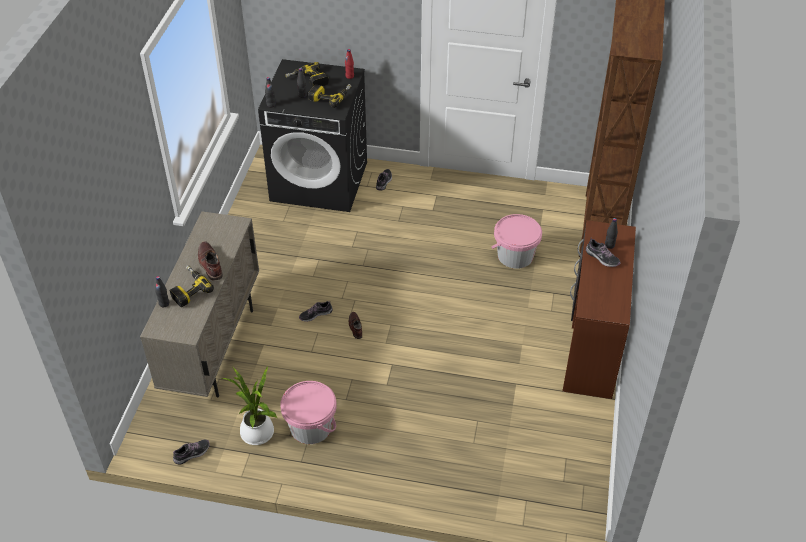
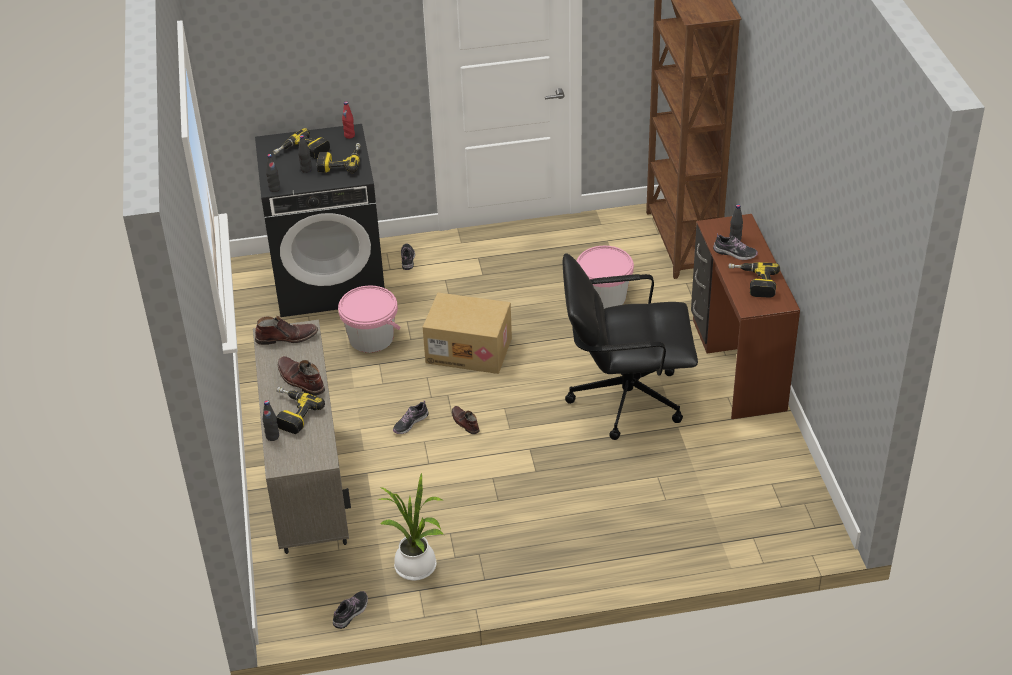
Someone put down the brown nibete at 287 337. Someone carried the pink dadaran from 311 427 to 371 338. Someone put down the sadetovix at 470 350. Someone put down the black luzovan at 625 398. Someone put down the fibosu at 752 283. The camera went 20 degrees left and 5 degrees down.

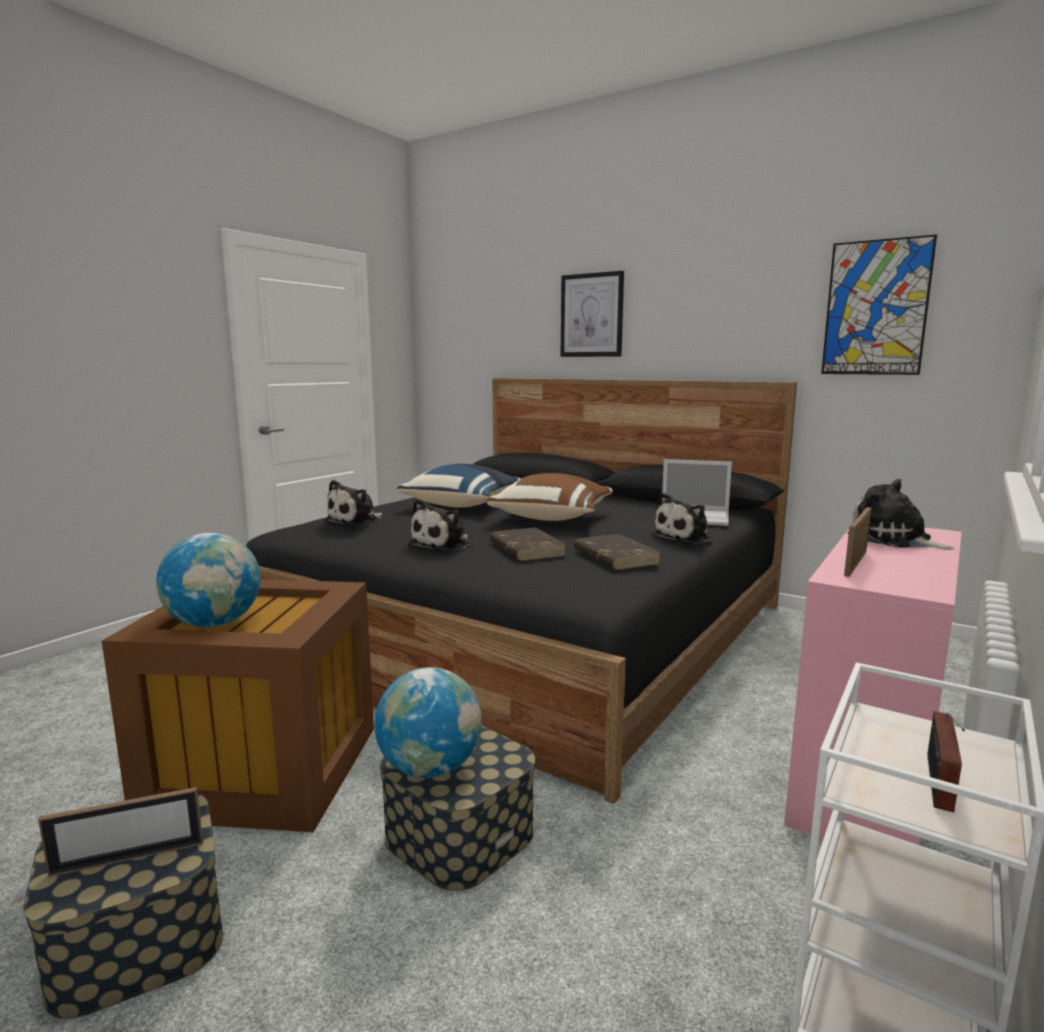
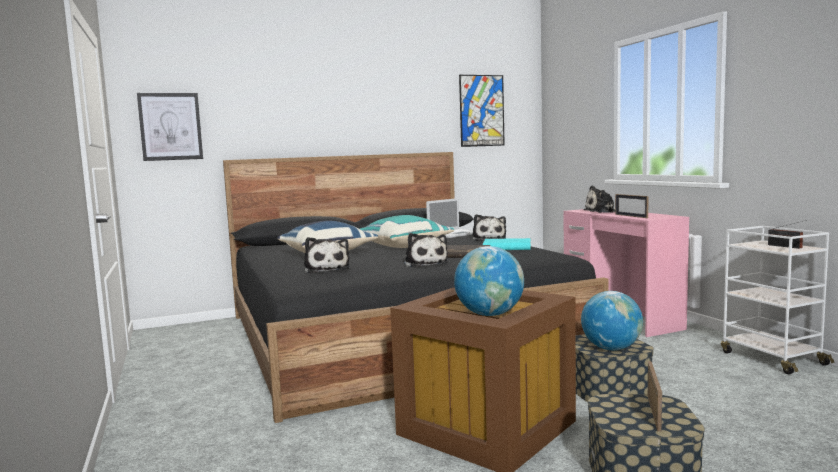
Someone carried the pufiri from 591 315 to 170 126. Someone repainted the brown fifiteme at 553 518, which became the turquoise fifiteme at 404 246. Someone repainted the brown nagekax at 615 556, which became the turquoise nagekax at 506 248. The camera went 55 degrees left and 5 degrees down.

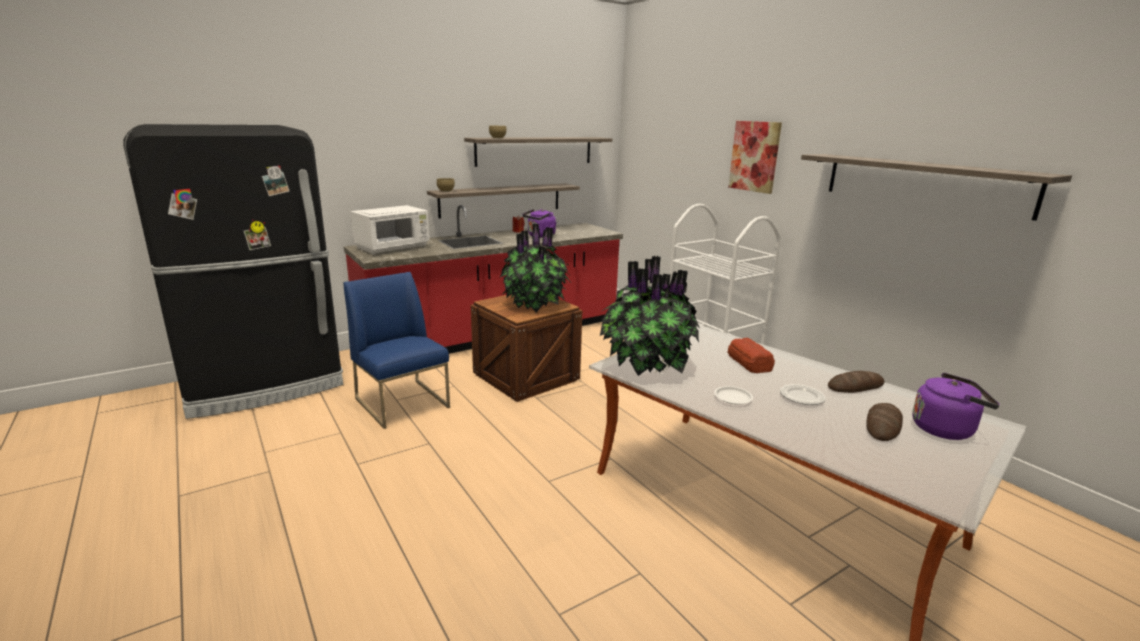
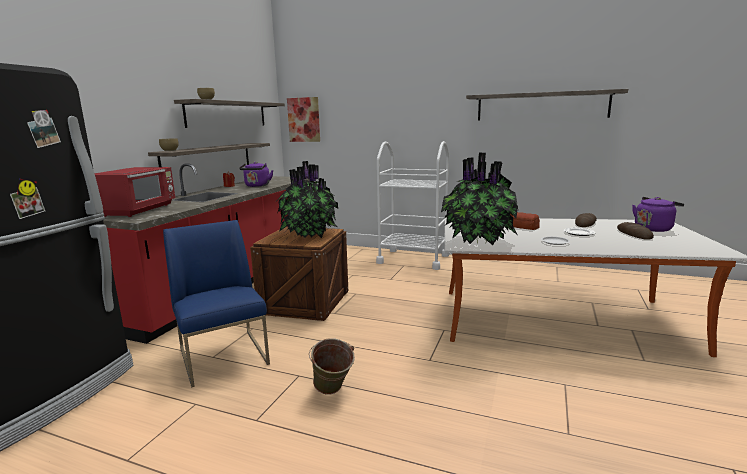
Someone repainted the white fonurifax at 393 248, which became the red fonurifax at 139 210. Someone rotated the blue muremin at 403 403 by 45 degrees clockwise. Someone carried the pufiri from 754 156 to 304 119. Someone put down the green dadaran at 332 392. The camera went 35 degrees left and 5 degrees down.

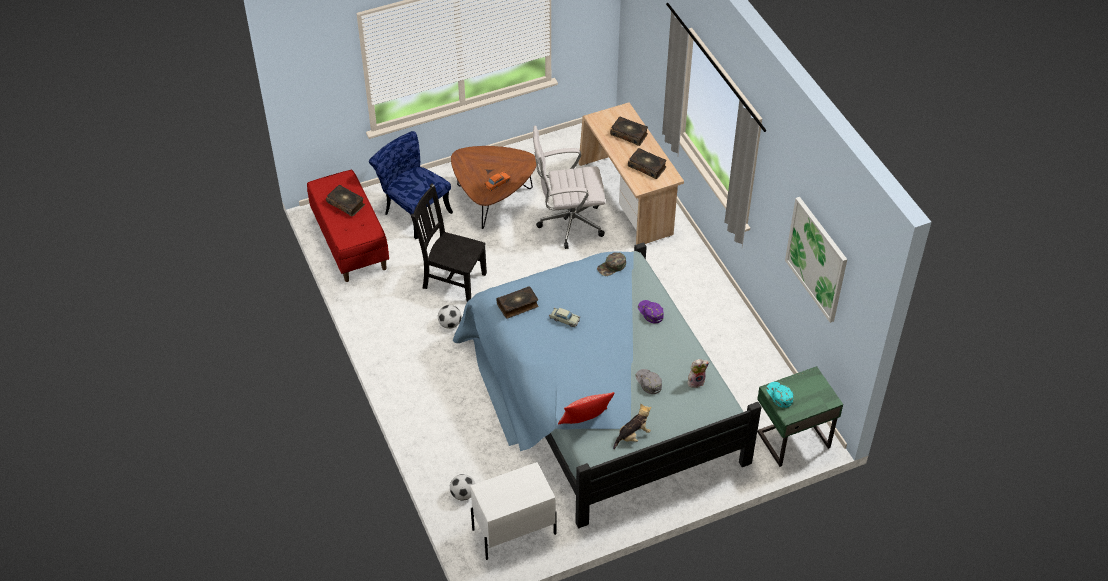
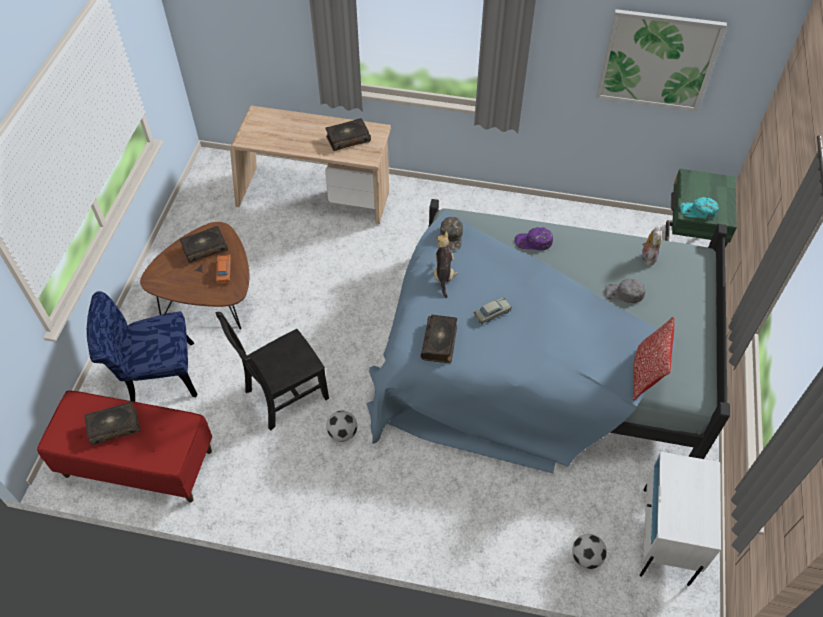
Someone carried the nagekax from 629 134 to 204 248. Someone carried the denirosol from 633 436 to 443 275. Someone took away the white luzovan at 568 224. The camera went 55 degrees left and 5 degrees up.

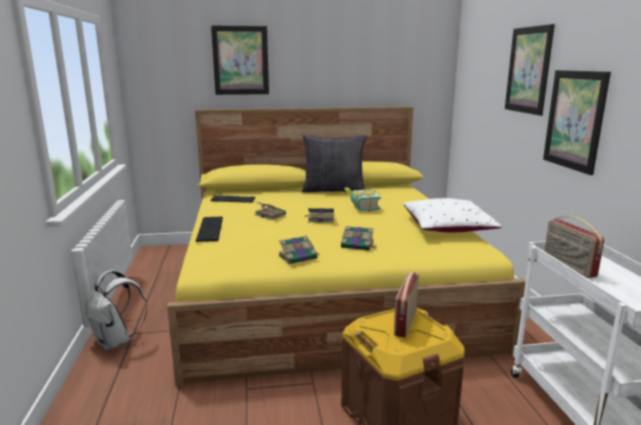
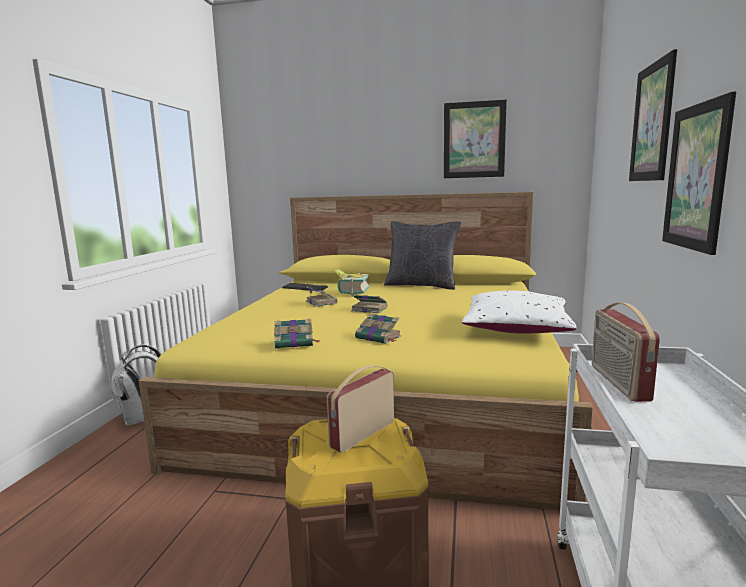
Someone carried the nagekax from 361 208 to 350 292. Someone carried the pufiri from 240 60 to 474 140. Someone took away the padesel at 211 228. The camera went 20 degrees right and 5 degrees down.

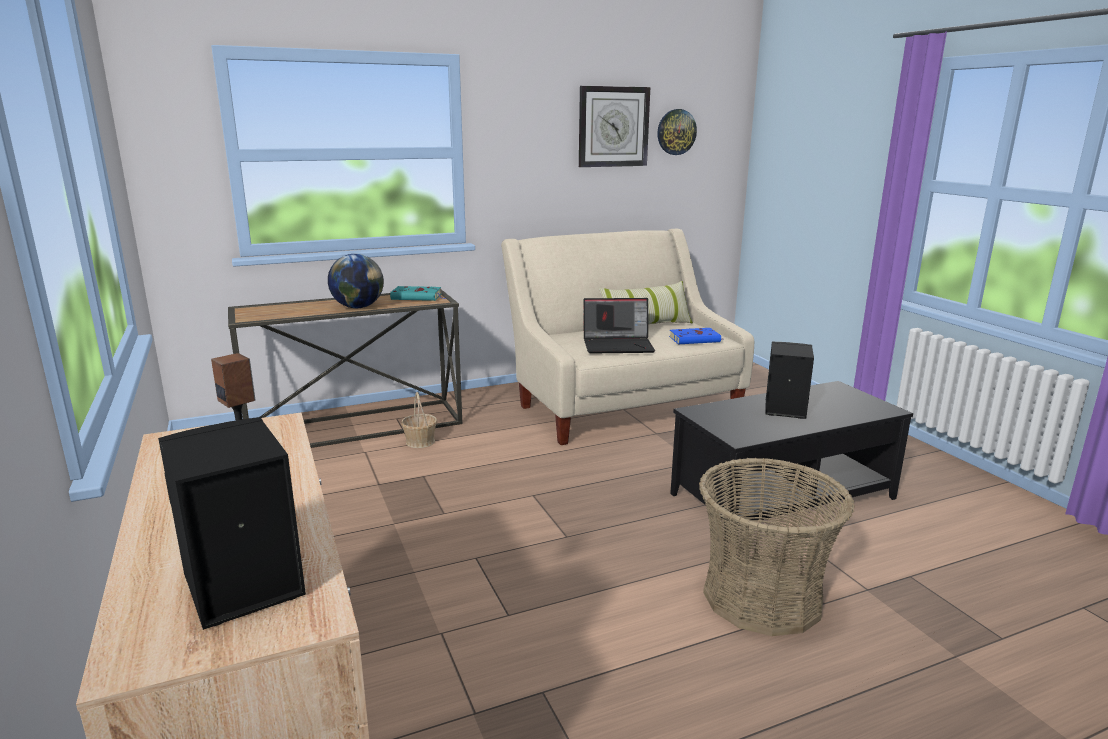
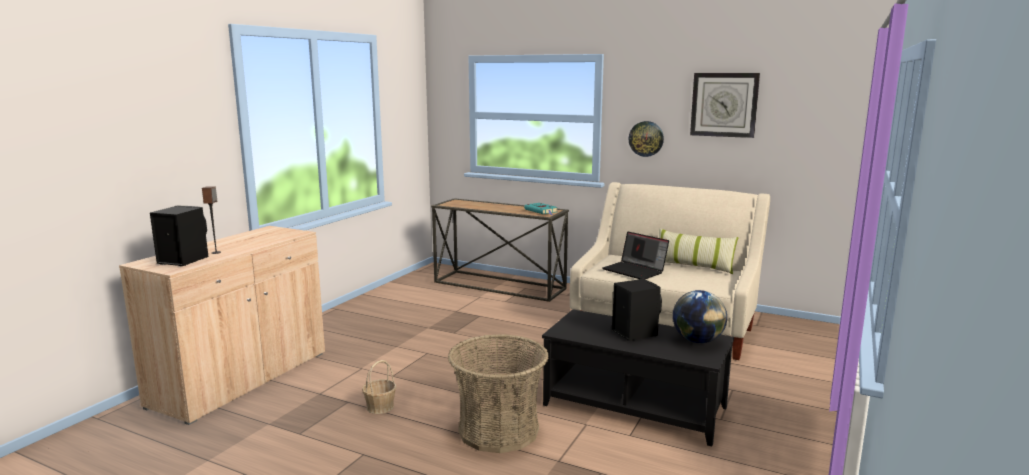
Someone carried the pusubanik from 420 442 to 380 407. Someone carried the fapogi from 676 132 to 646 138. Someone carried the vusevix from 358 307 to 697 341. Someone took away the blue nagekax at 696 339. The camera went 50 degrees right and 5 degrees down.

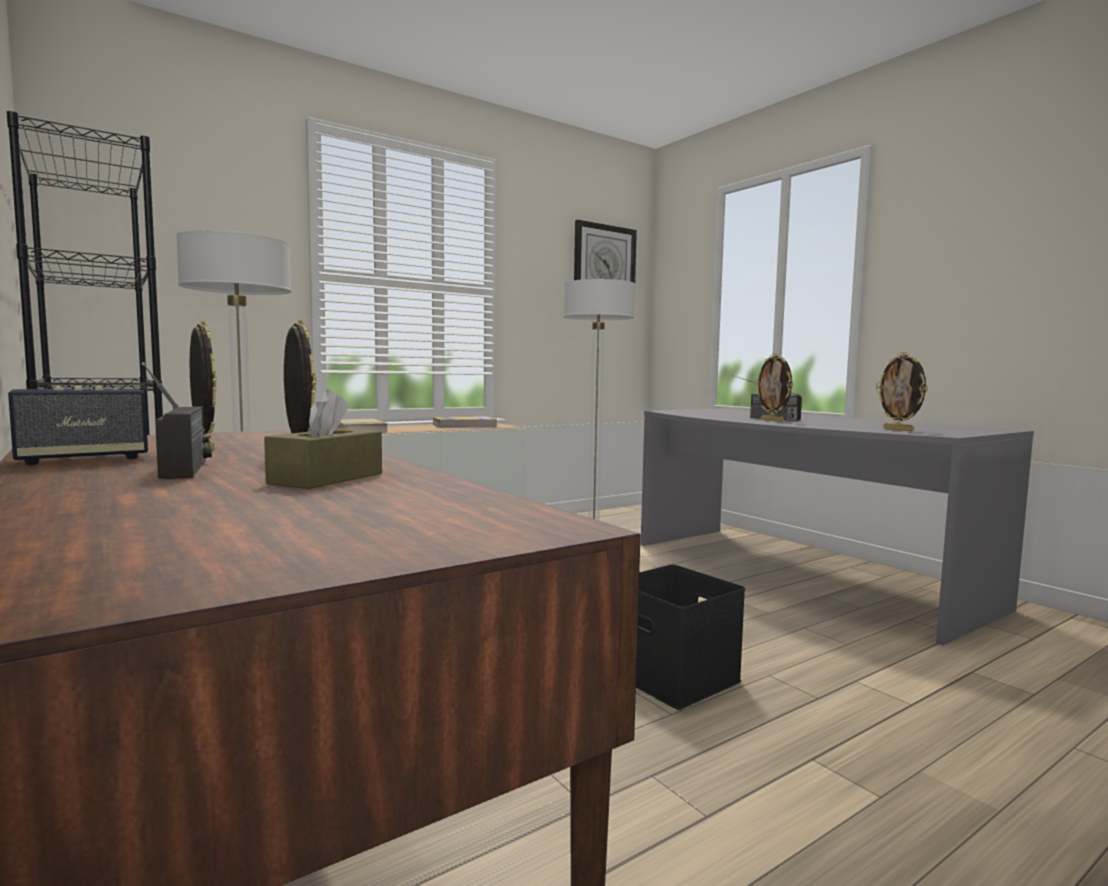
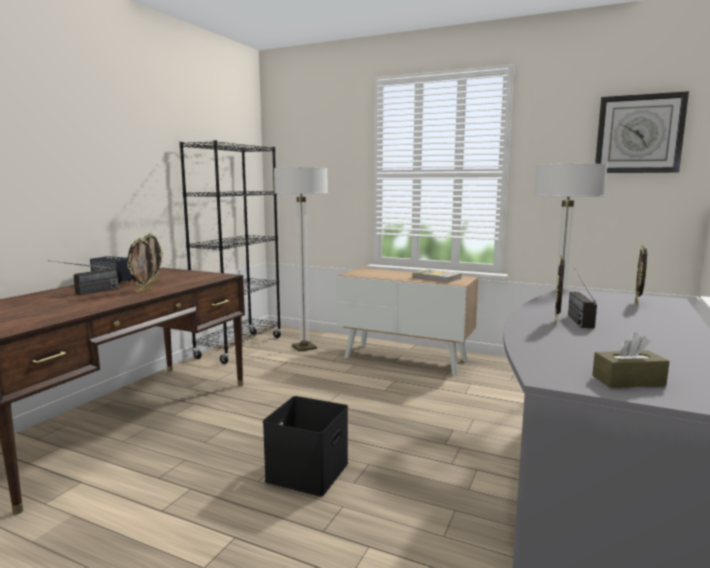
Someone carried the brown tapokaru from 327 478 to 628 380. Someone carried the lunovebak from 899 430 to 637 303. Someone took away the nagekax at 359 429. The camera went 60 degrees right and 5 degrees up.

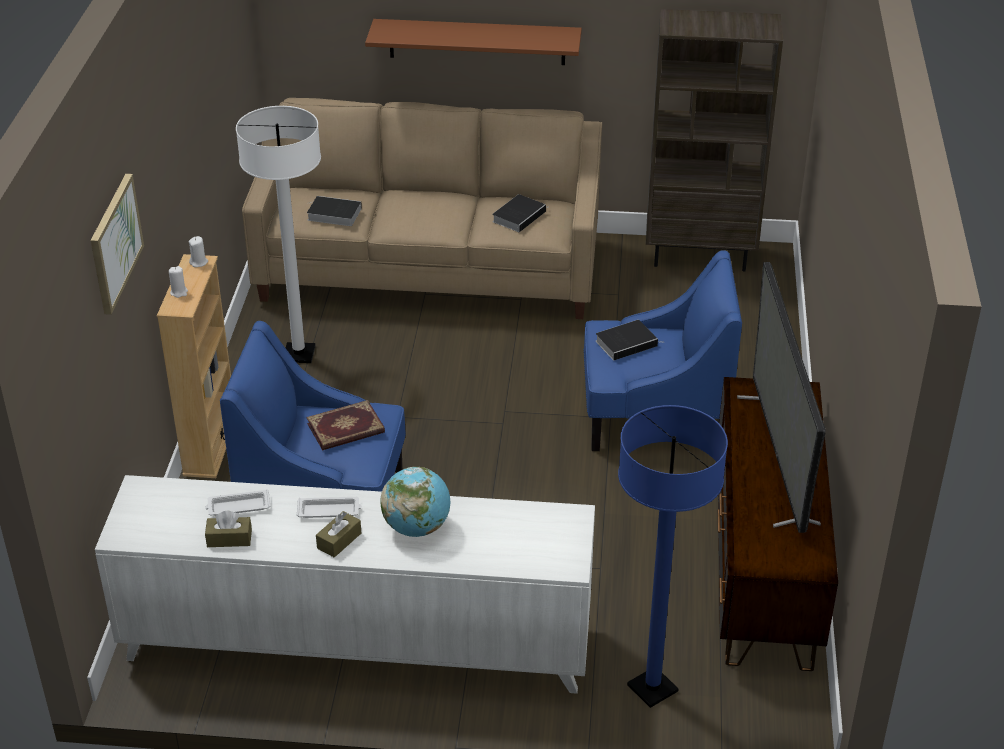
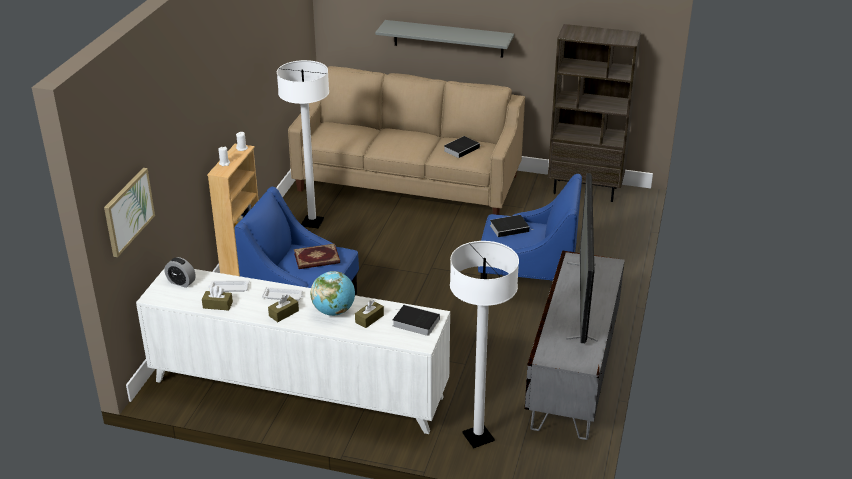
Someone carried the pufiri from 115 243 to 128 211. Someone put down the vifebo at 181 282. Someone put down the brown tapokaru at 369 319. Someone repainted the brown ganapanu at 477 42, which became the grey ganapanu at 448 38. Someone carried the nagekax from 332 214 to 414 322. Someone repainted the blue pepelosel at 652 688, which became the white pepelosel at 478 437. Someone repainted the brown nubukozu at 763 567, which became the grey nubukozu at 572 375. The camera went 10 degrees right and 5 degrees down.

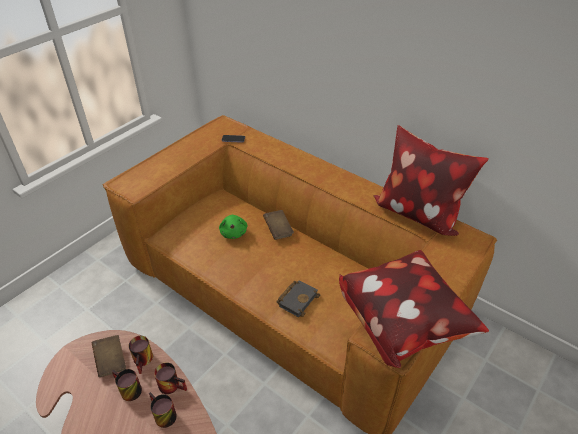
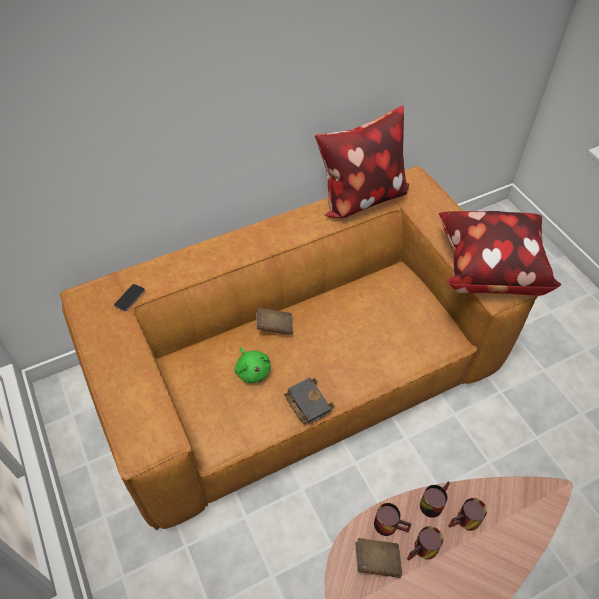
Someone rotated the green denirosol at 233 232 by 45 degrees clockwise. Someone carried the black nagekax from 297 299 to 306 402. The camera went 65 degrees left and 10 degrees up.

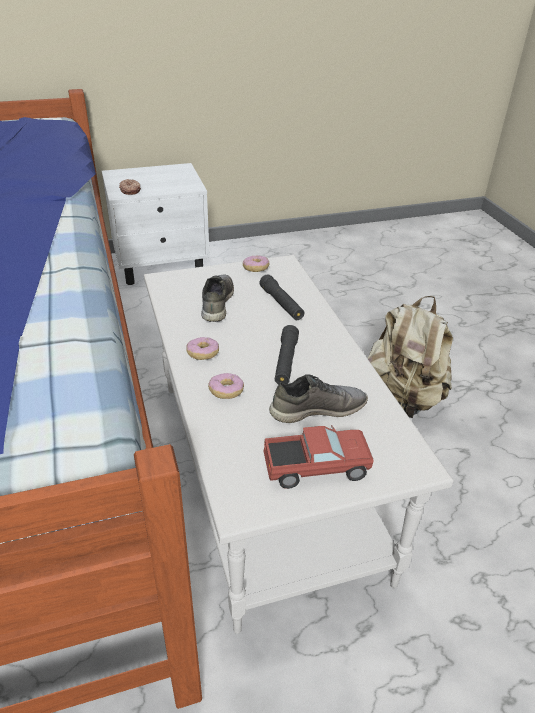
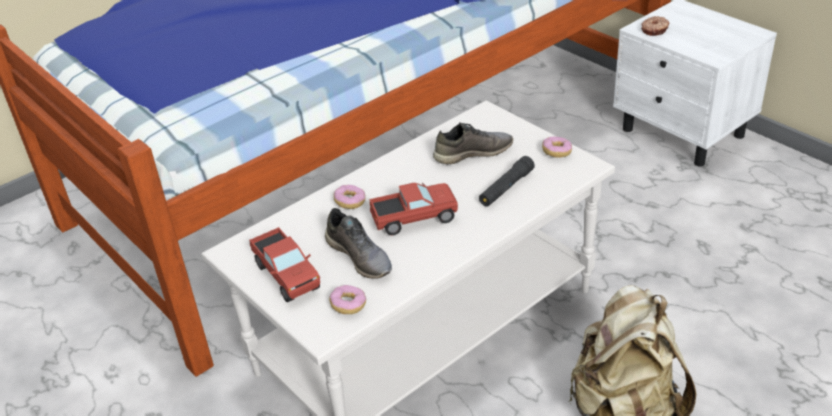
Someone carried the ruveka from 203 354 to 348 305. Someone swapped the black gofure at 286 361 for the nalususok at 414 219. The camera went 70 degrees right and 0 degrees up.

